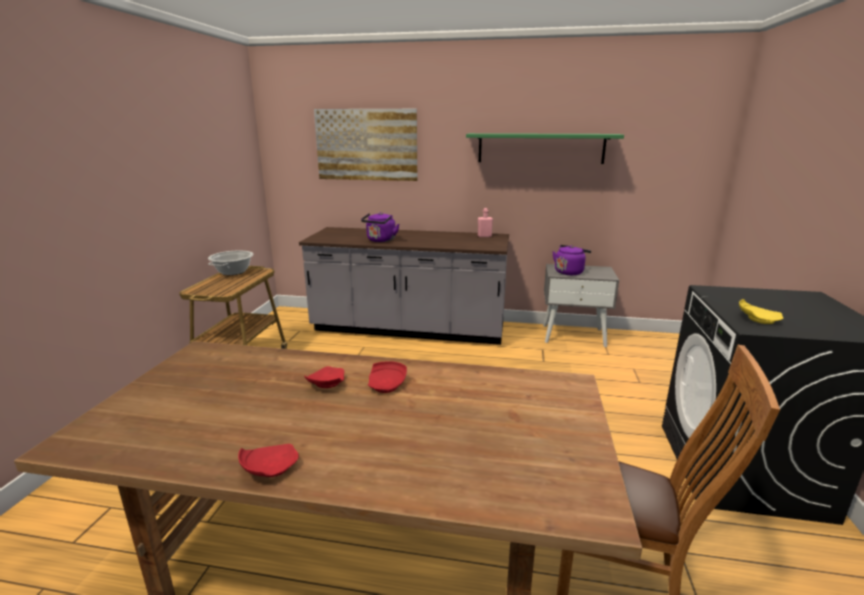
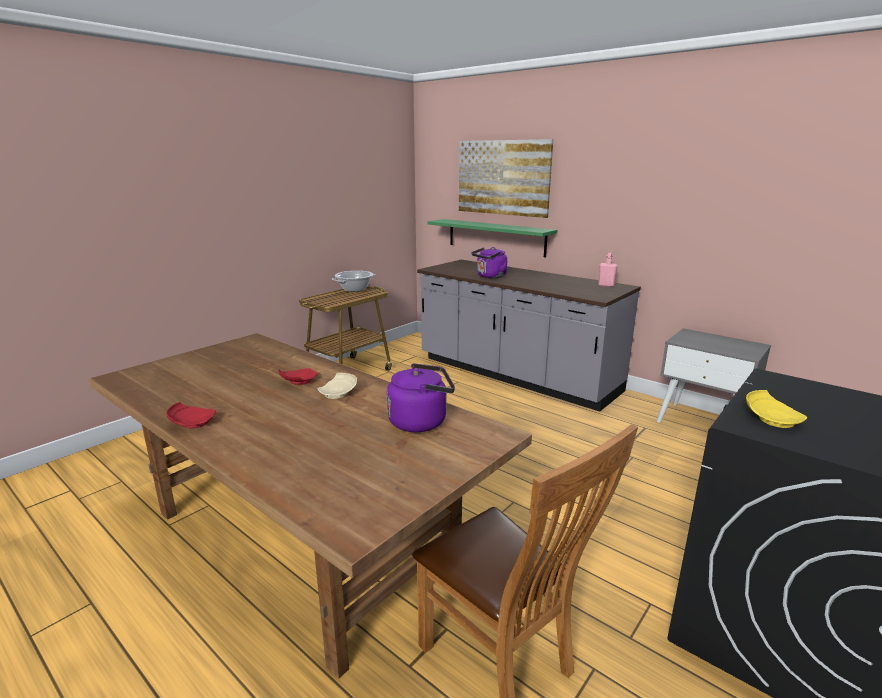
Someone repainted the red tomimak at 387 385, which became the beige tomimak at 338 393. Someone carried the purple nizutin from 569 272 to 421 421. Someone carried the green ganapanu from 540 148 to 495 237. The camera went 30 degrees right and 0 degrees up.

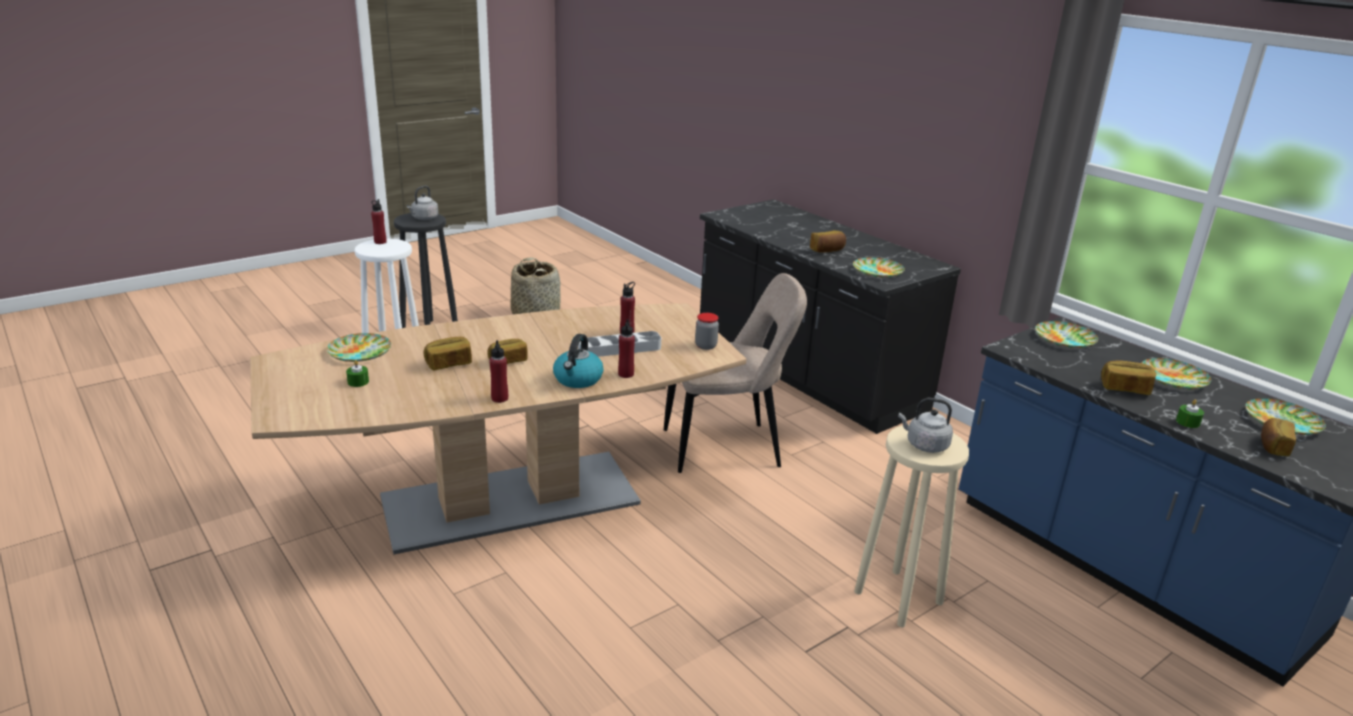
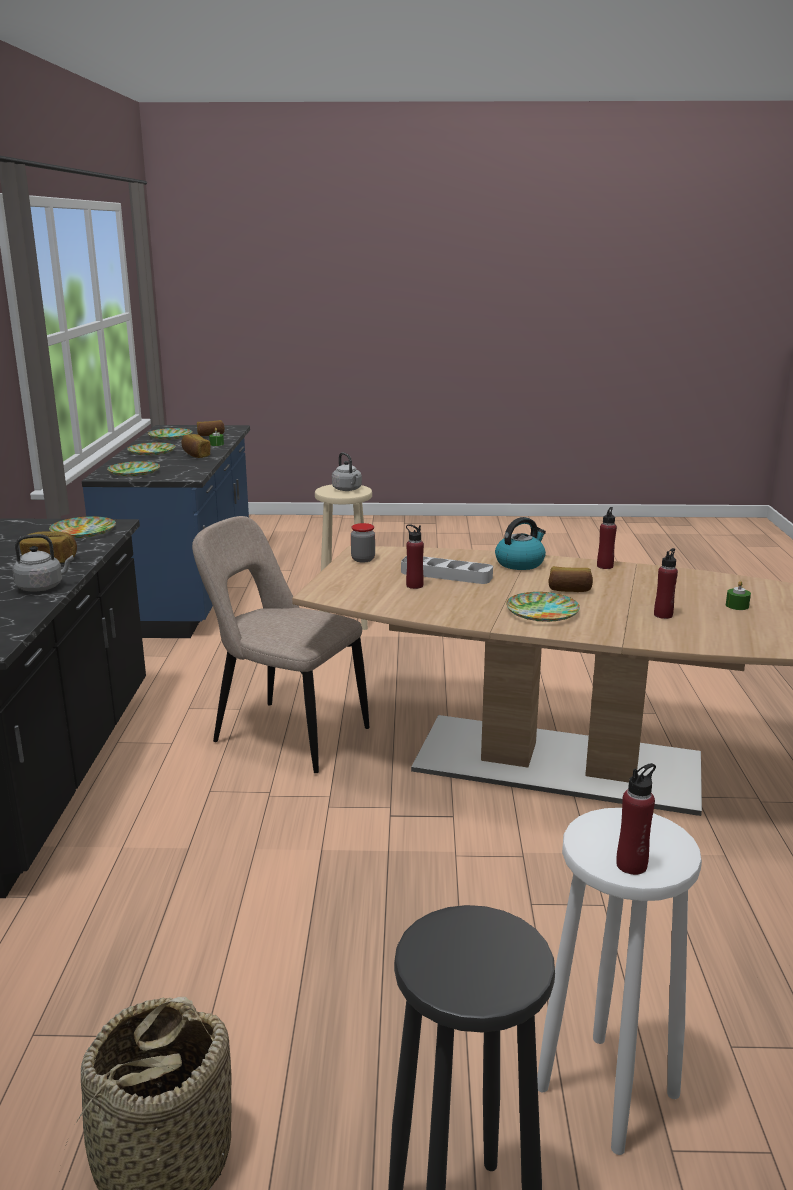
Someone carried the grey nizutin from 424 218 to 42 587. Someone carried the tomimak from 360 352 to 541 611. Someone carried the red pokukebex from 626 374 to 663 615. Someone took away the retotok at 449 364. The camera went 140 degrees left and 5 degrees down.

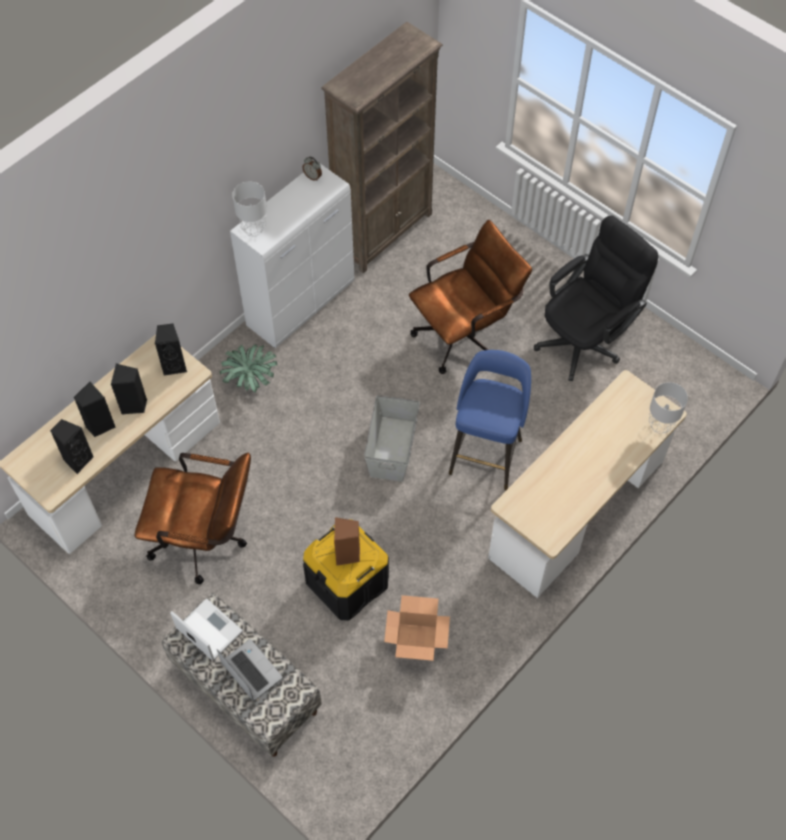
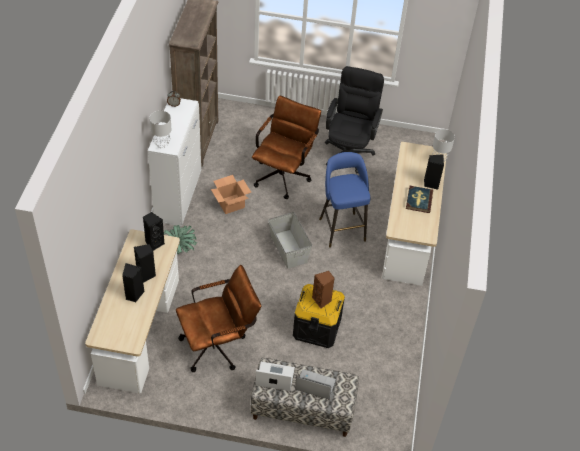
Someone carried the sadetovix from 415 642 to 230 204. Someone put down the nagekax at 419 200. Someone carried the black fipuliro from 77 460 to 431 183. The camera went 35 degrees left and 10 degrees down.

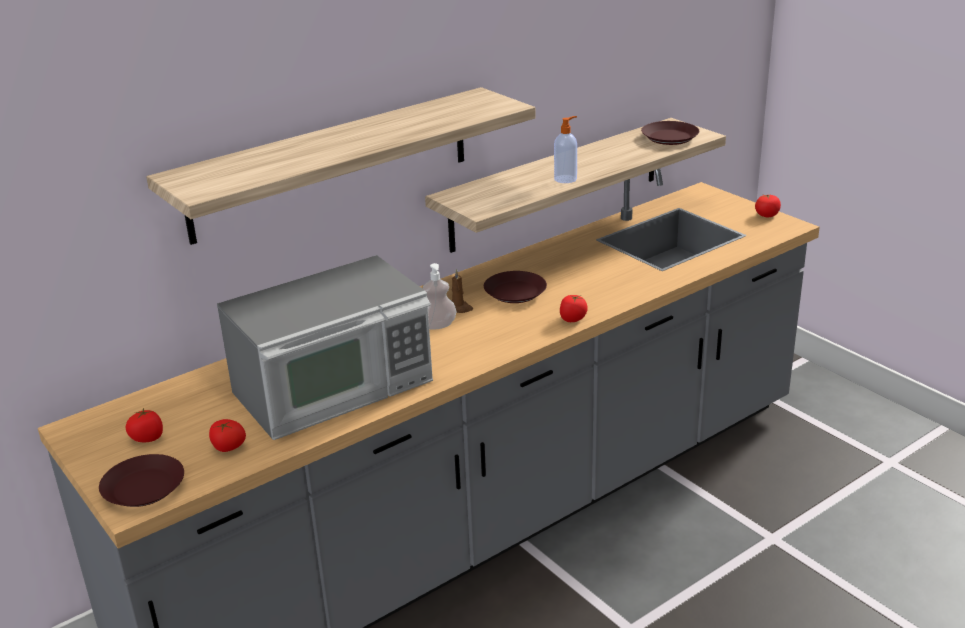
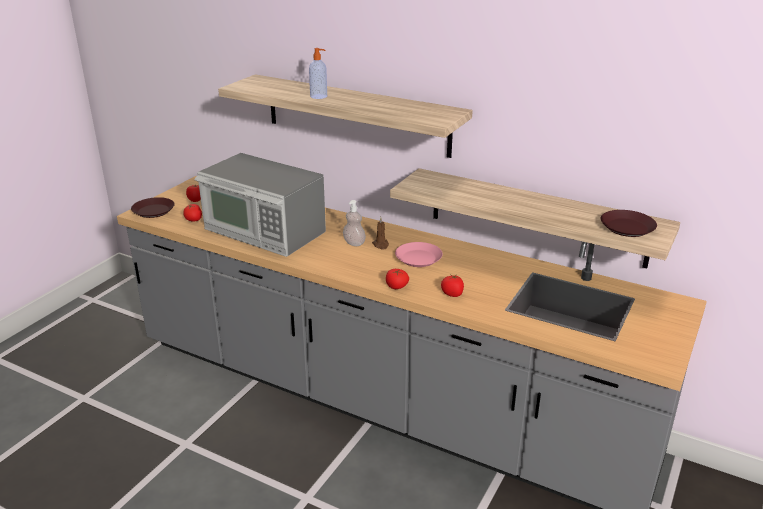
Someone carried the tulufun from 566 179 to 319 96. Someone repainted the brown tomimak at 515 292, which became the pink tomimak at 419 258. Someone carried the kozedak from 766 215 to 452 294. The camera went 65 degrees right and 0 degrees up.

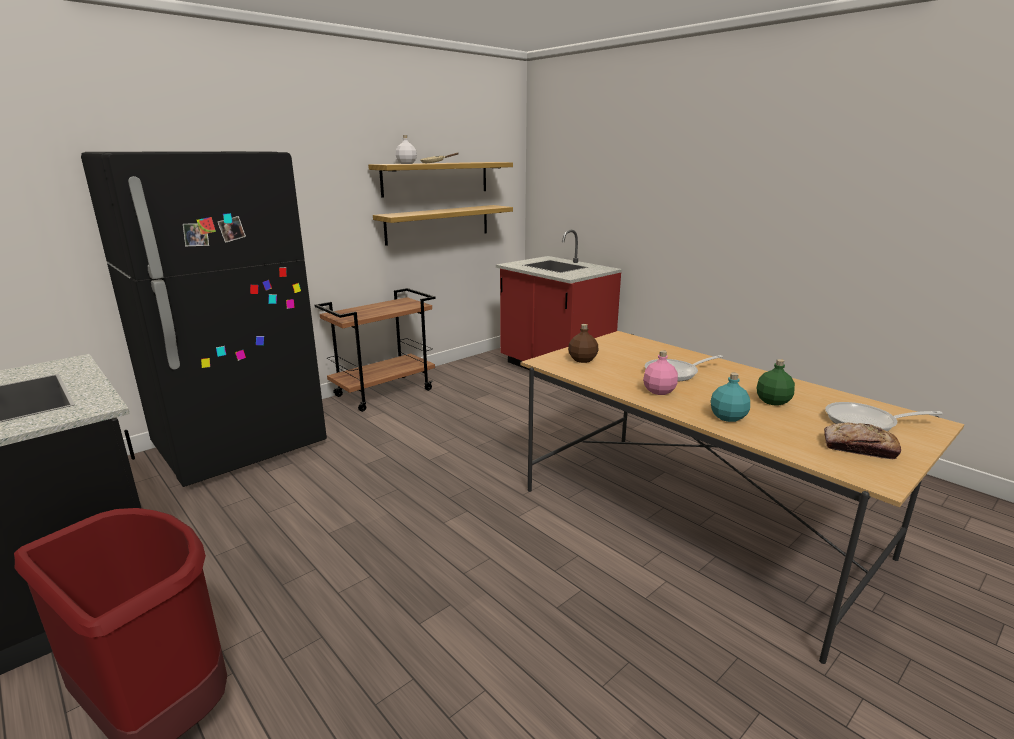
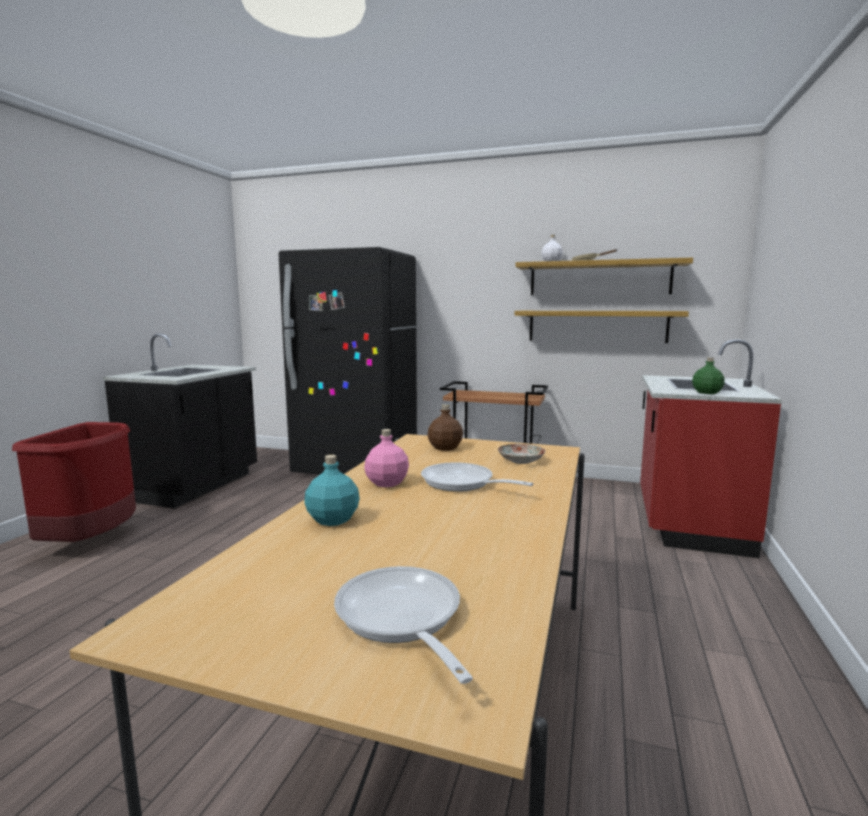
Someone put down the tomimak at 521 461. Someone carried the green pokukebex from 772 401 to 706 392. Someone took away the retotok at 859 448. The camera went 60 degrees right and 10 degrees down.

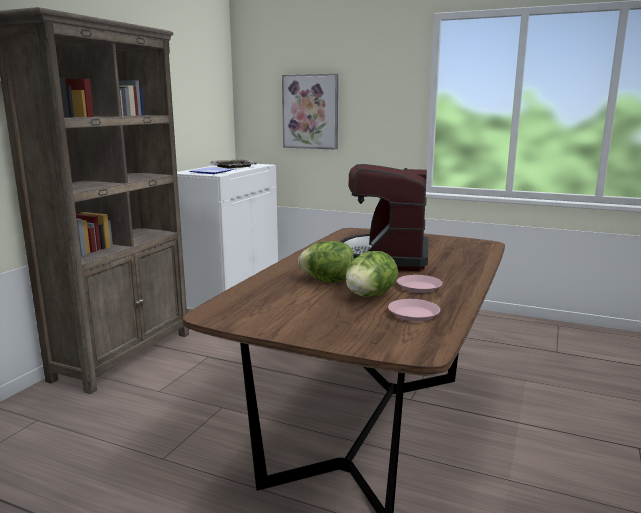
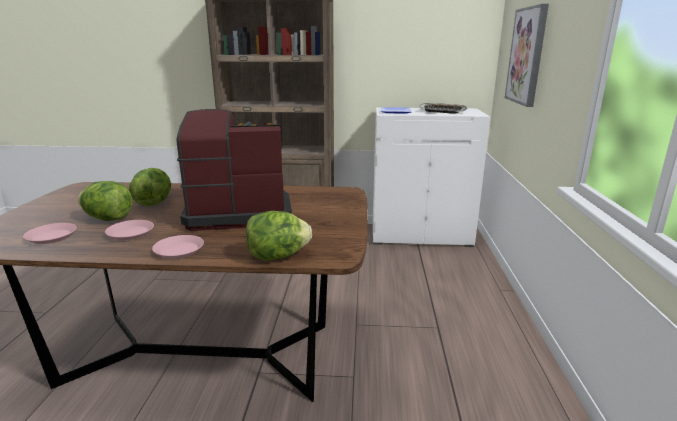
Someone put down the pink tomimak at 178 250. Someone put down the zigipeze at 277 256. The camera went 70 degrees right and 5 degrees up.

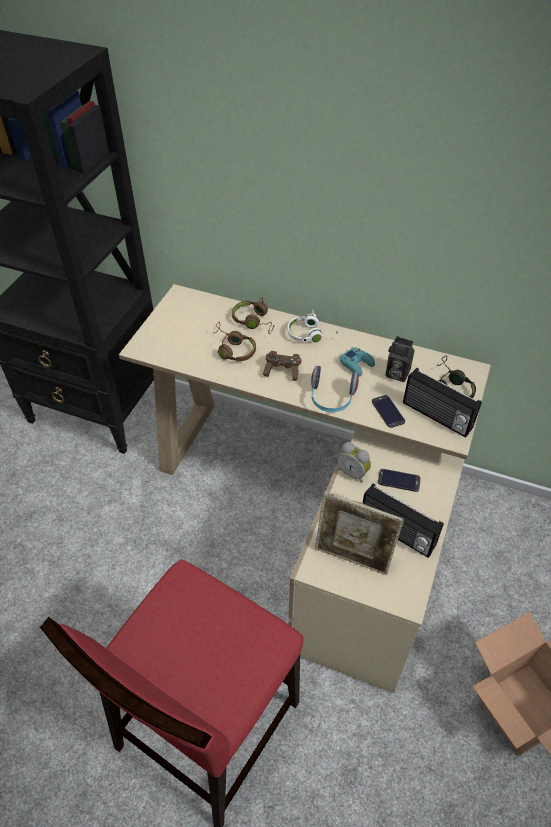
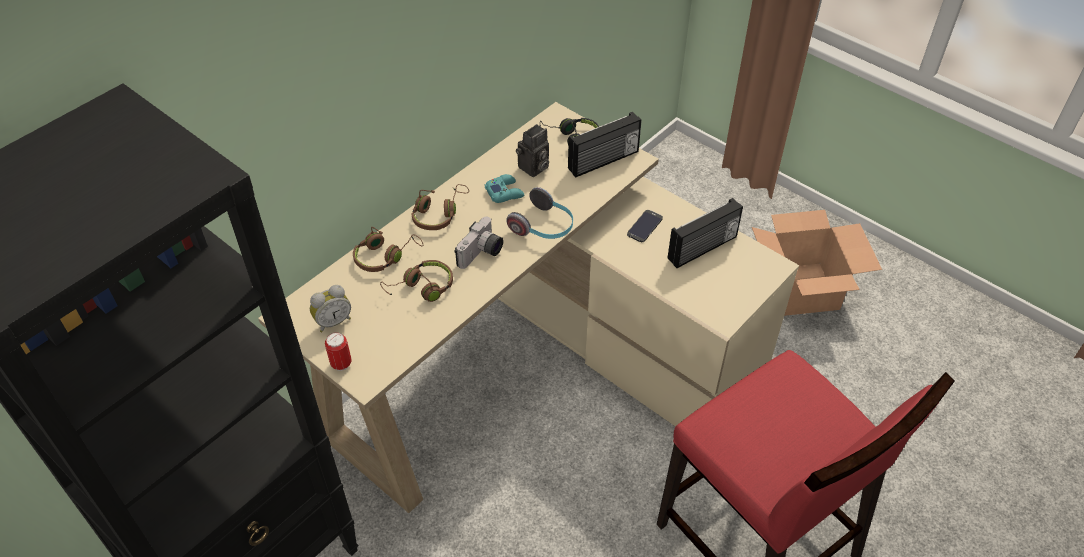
Someone carried the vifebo from 353 472 to 333 321. Someone put down the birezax at 341 364. Someone repainted the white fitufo at 311 335, which became the brown fitufo at 439 214. Someone swapped the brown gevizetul at 282 371 for the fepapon at 482 254. Someone took away the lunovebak at 352 558. Someone took away the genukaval at 388 411. The camera went 70 degrees left and 0 degrees up.

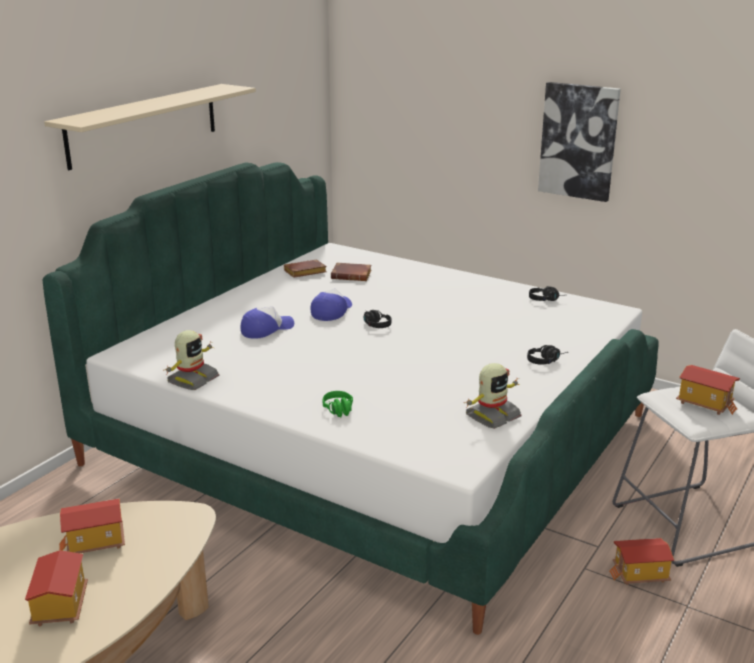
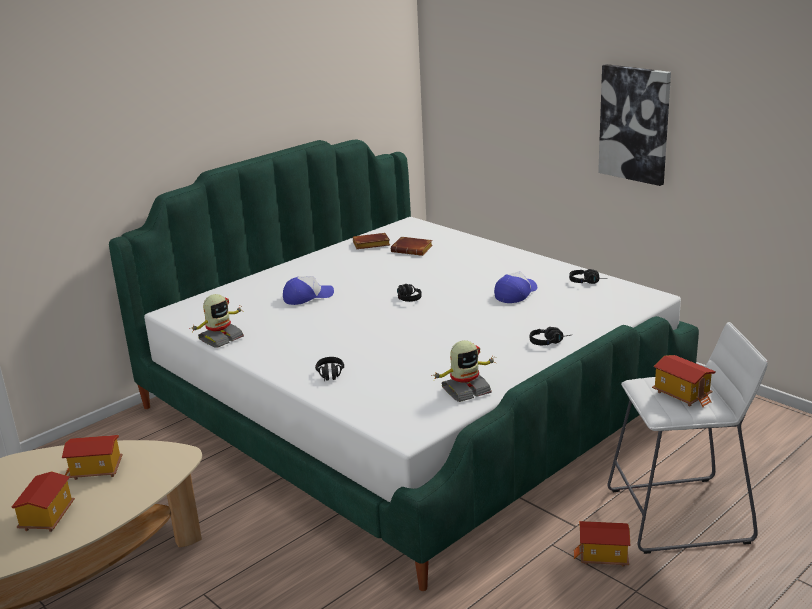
Someone repainted the green fitufo at 340 412, which became the black fitufo at 330 376. Someone carried the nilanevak from 331 311 to 516 293. Someone took away the beige ganapanu at 144 125. The camera went 15 degrees right and 0 degrees up.

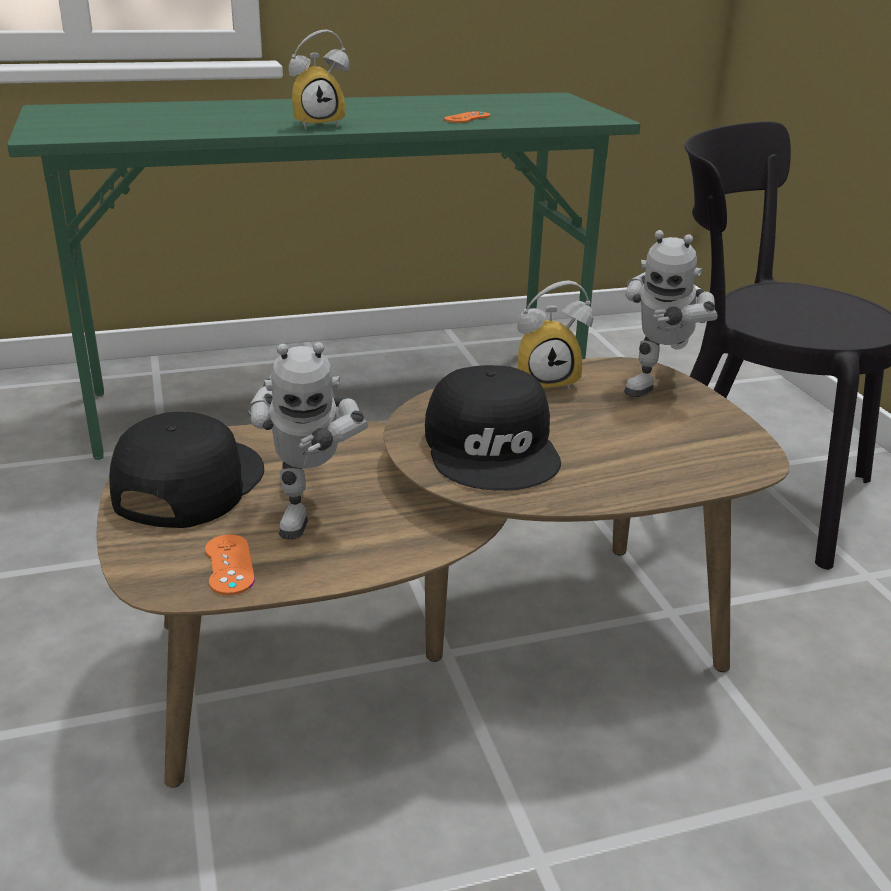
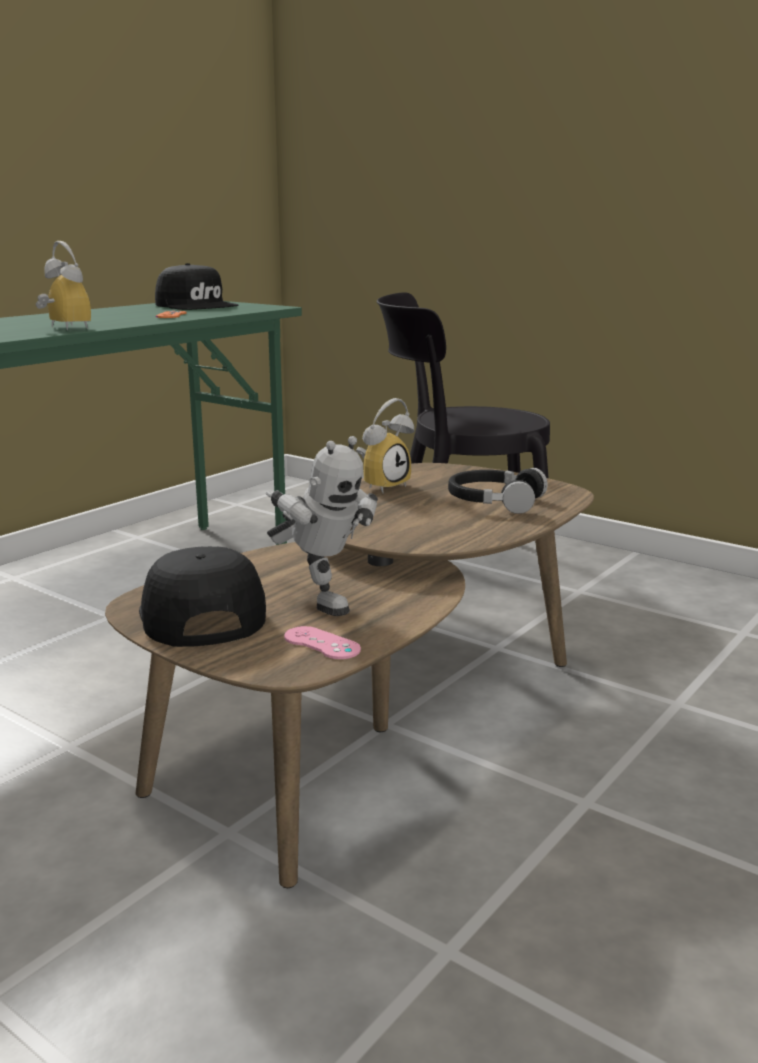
Someone rotated the vifebo at 318 124 by 75 degrees counterclockwise. Someone carried the black nilanevak from 493 448 to 197 305. Someone repainted the orange gevizetul at 229 565, which became the pink gevizetul at 322 643. Someone put down the black fitufo at 494 501. Someone took away the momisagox at 658 384. The camera went 35 degrees left and 10 degrees down.

